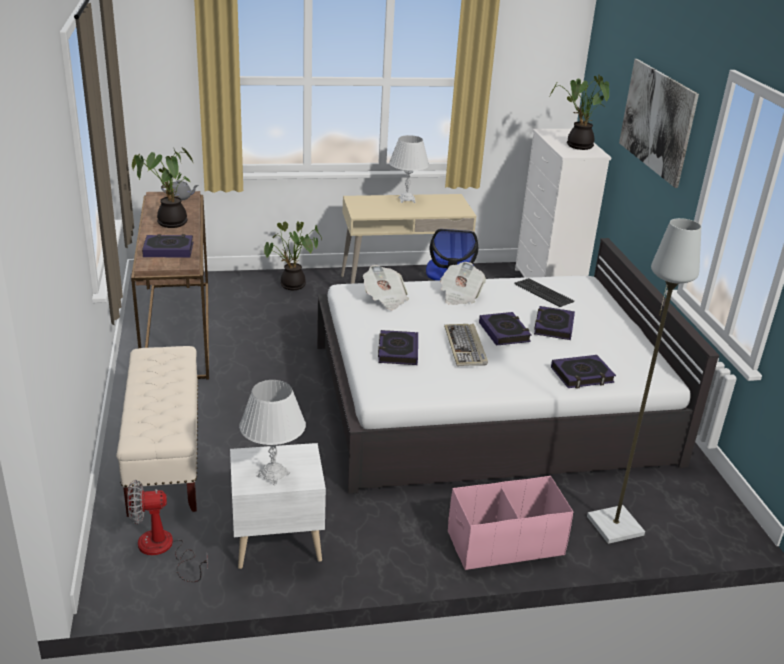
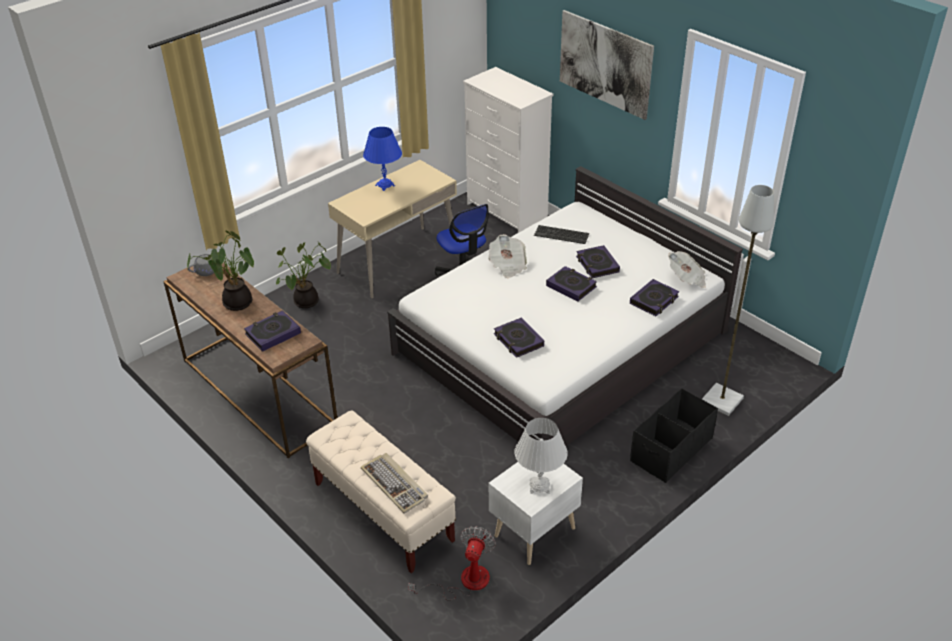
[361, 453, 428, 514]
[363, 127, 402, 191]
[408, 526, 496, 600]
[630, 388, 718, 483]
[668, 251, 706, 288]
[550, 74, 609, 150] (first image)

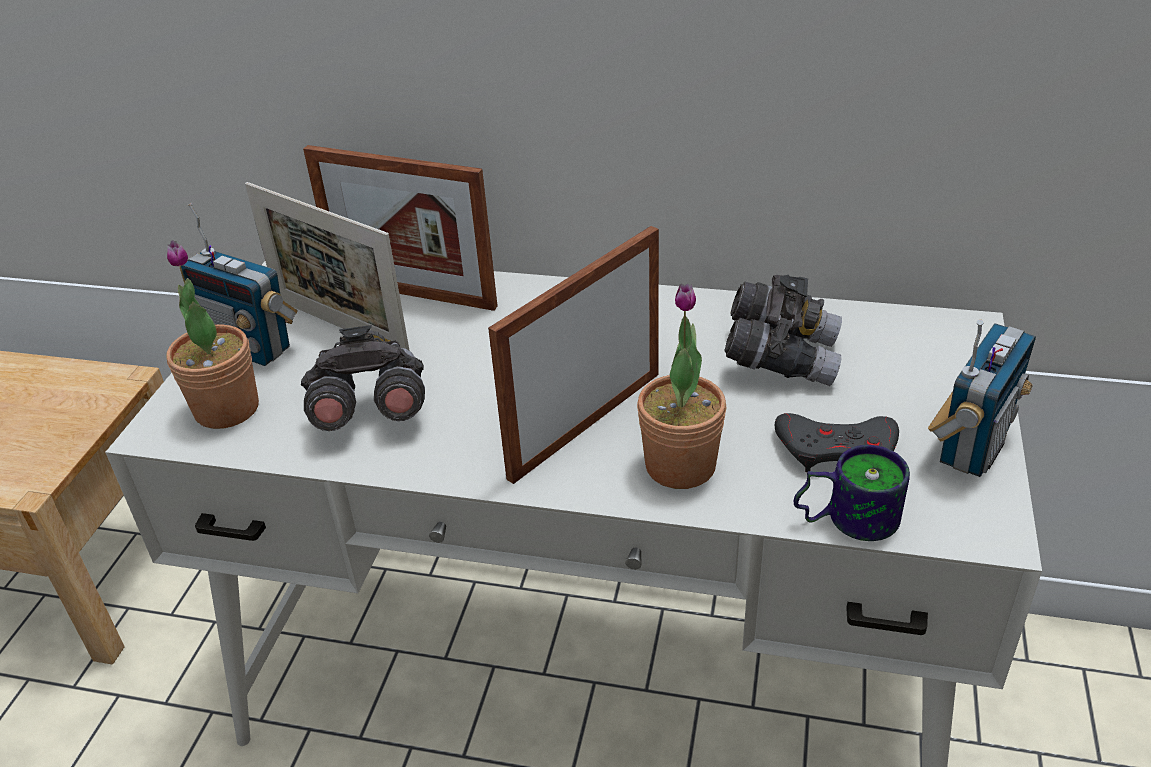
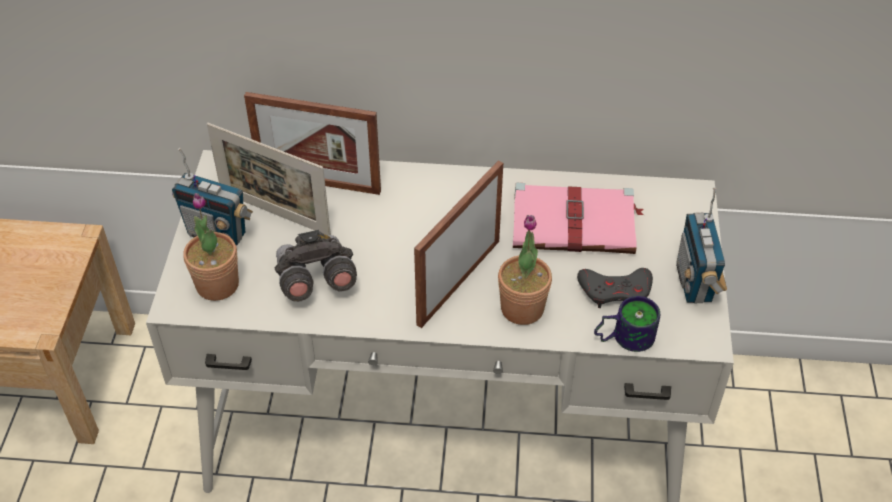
[513, 183, 644, 254]
[676, 187, 727, 303]

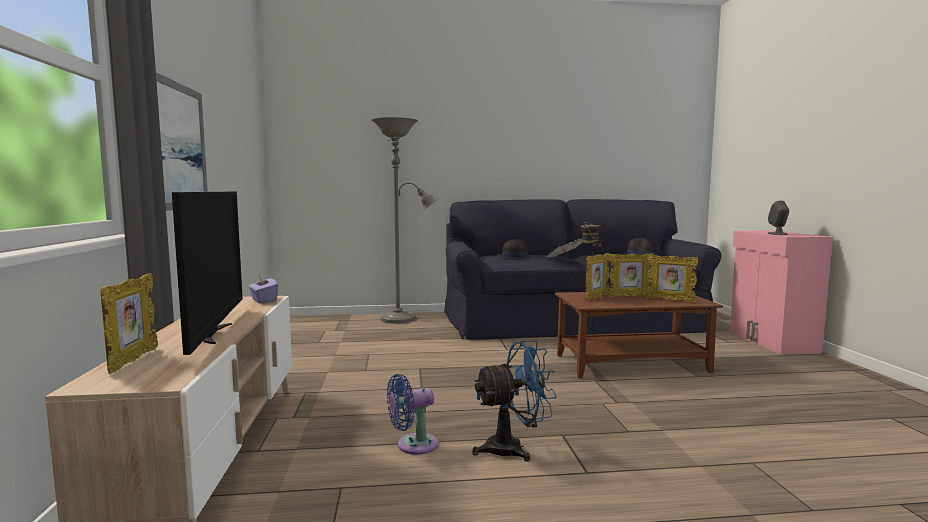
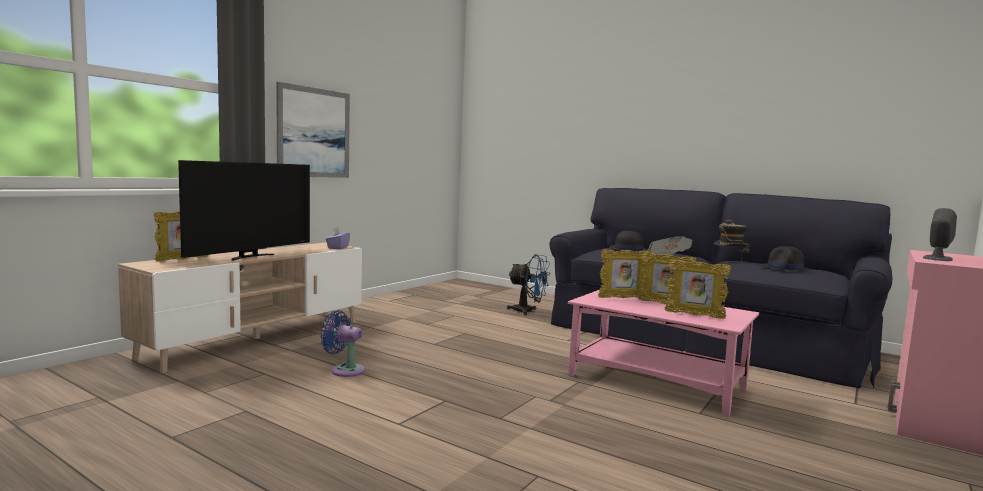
[507, 254, 550, 315]
[568, 290, 759, 417]
[665, 259, 731, 319]
[372, 117, 438, 324] (first image)

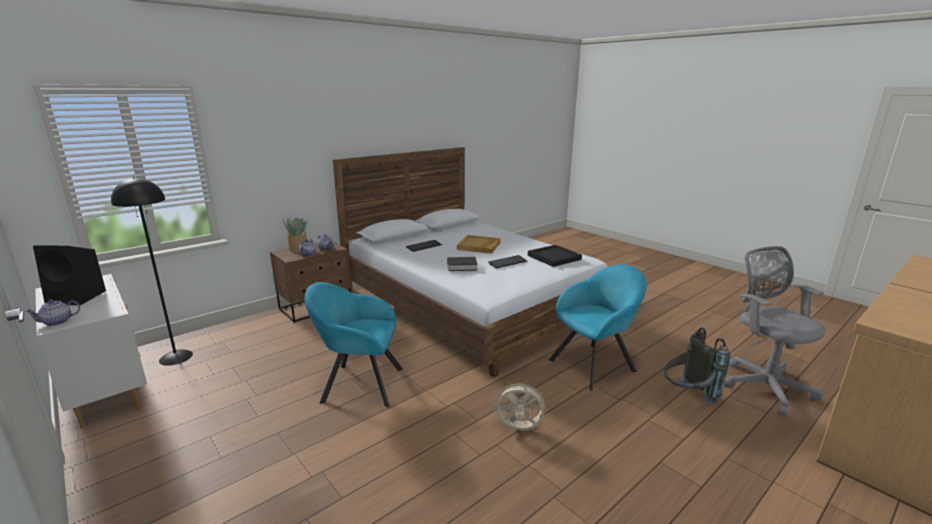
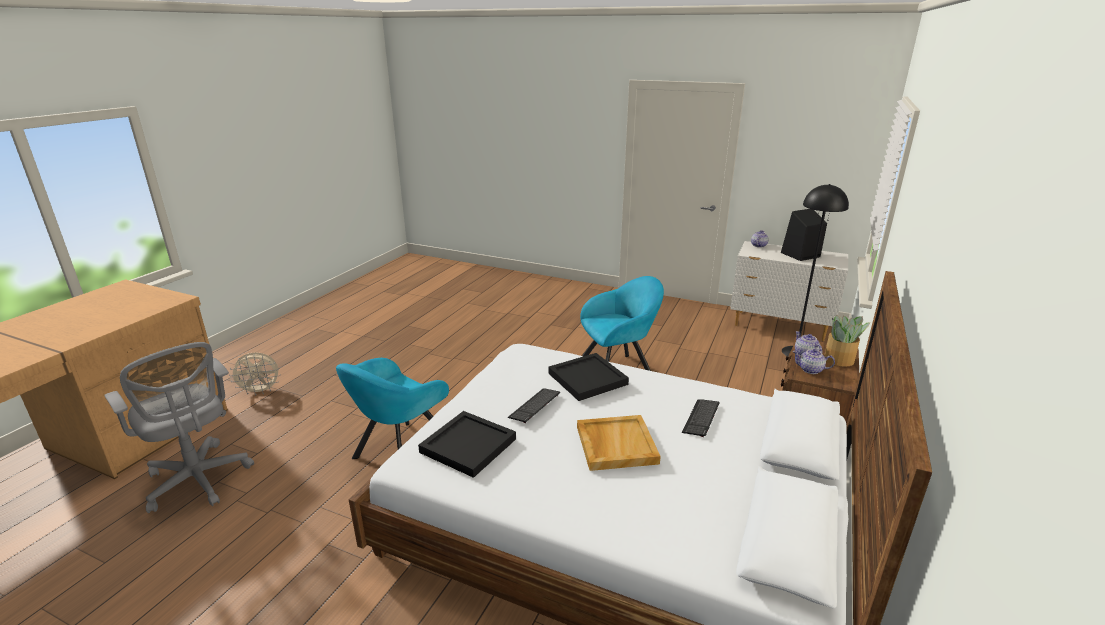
[229, 352, 281, 395]
[548, 353, 629, 401]
[664, 327, 730, 404] (first image)

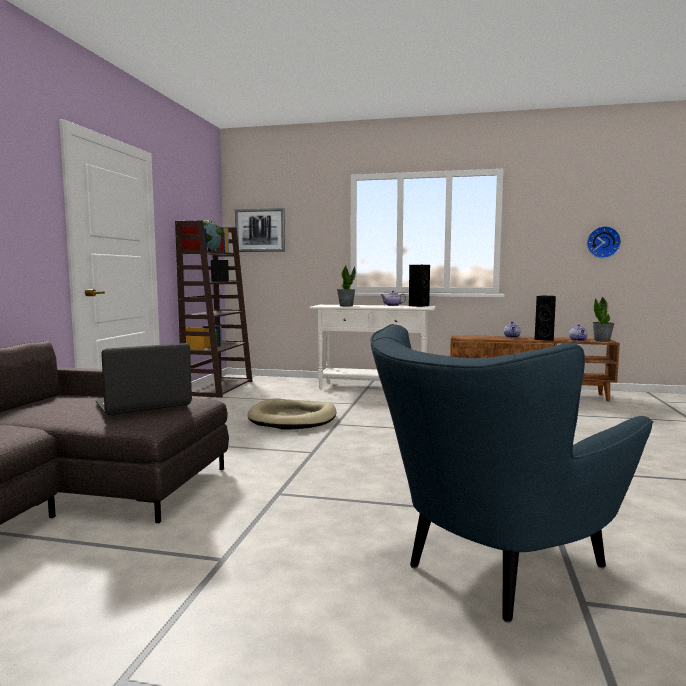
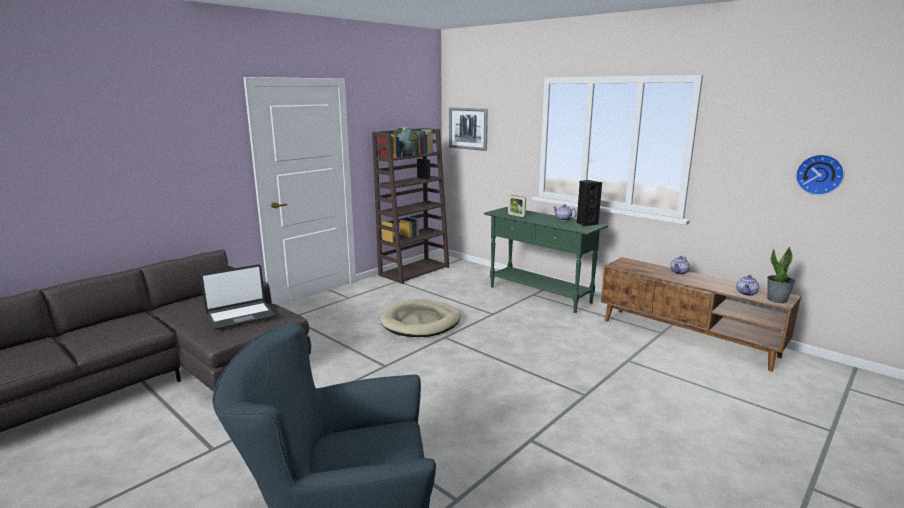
[201, 264, 275, 330]
[484, 207, 608, 313]
[508, 195, 526, 217]
[534, 296, 556, 341] (first image)

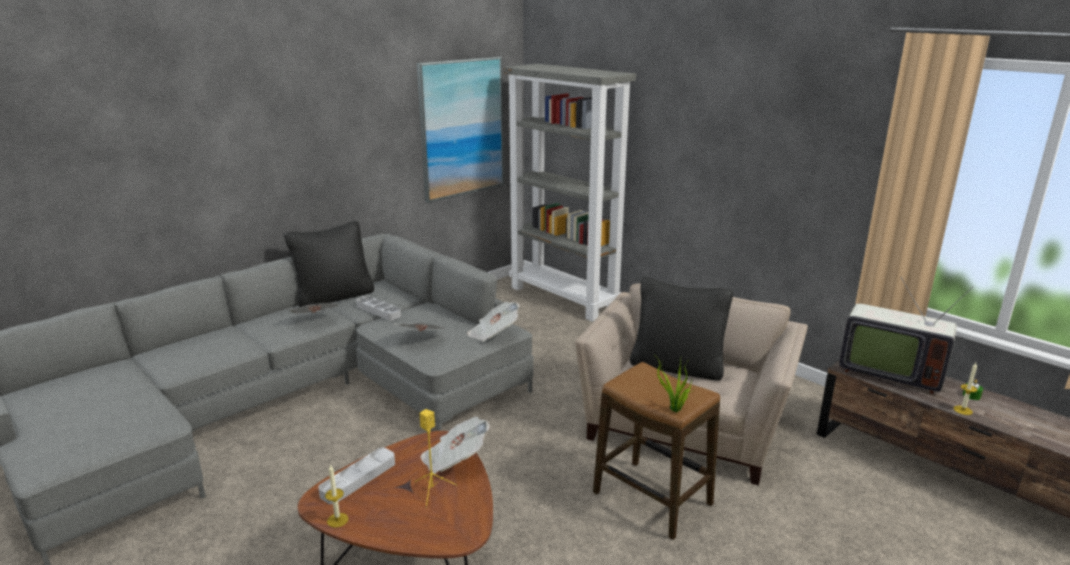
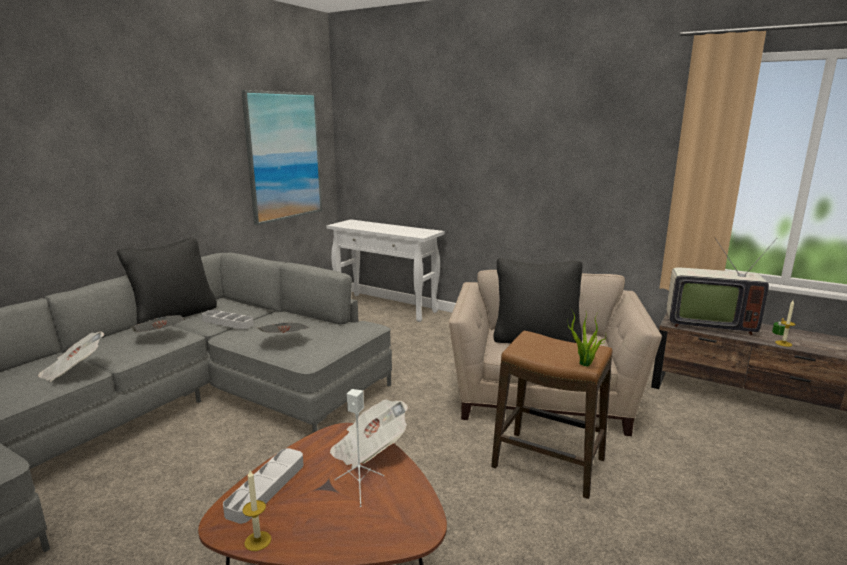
[38, 332, 104, 382]
[326, 219, 445, 322]
[335, 389, 384, 507]

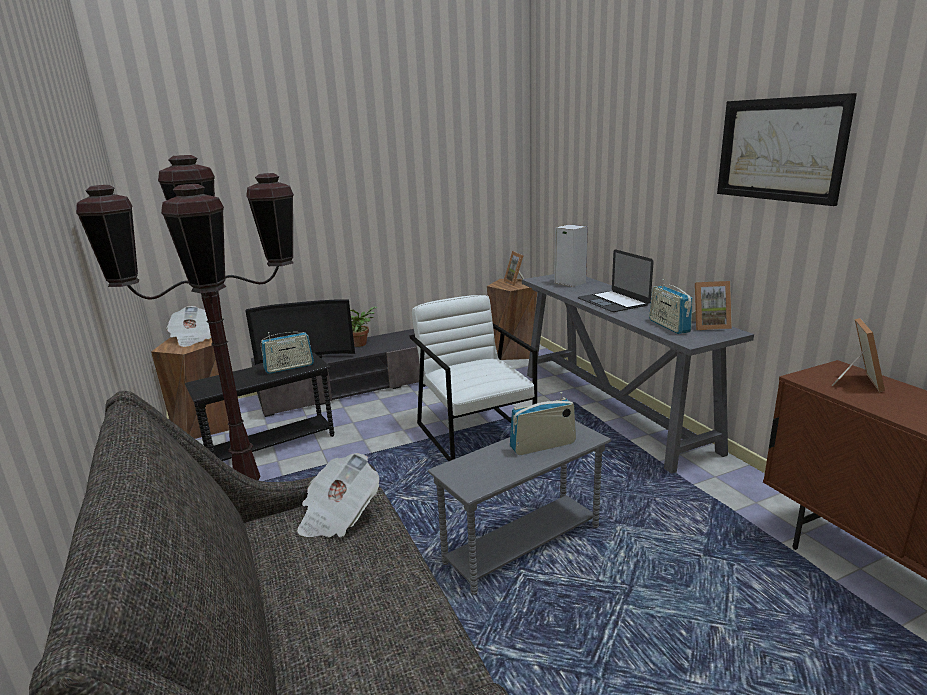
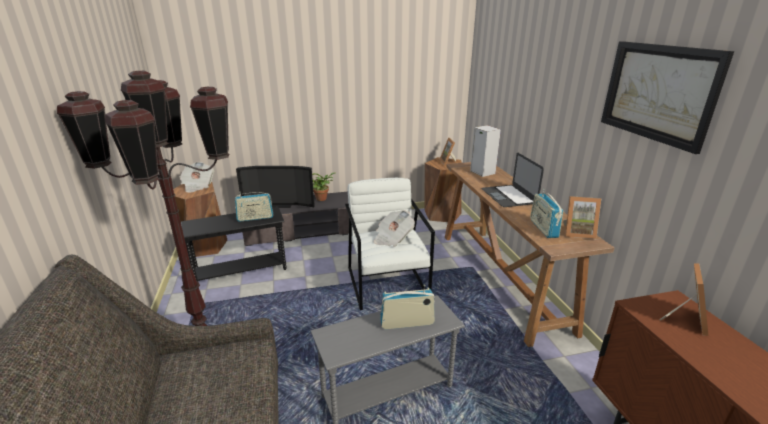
[374, 210, 415, 247]
[445, 162, 615, 347]

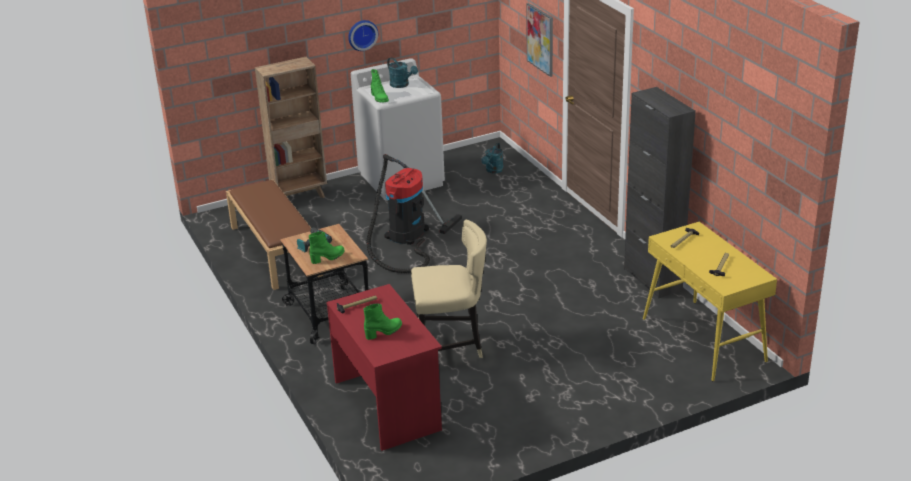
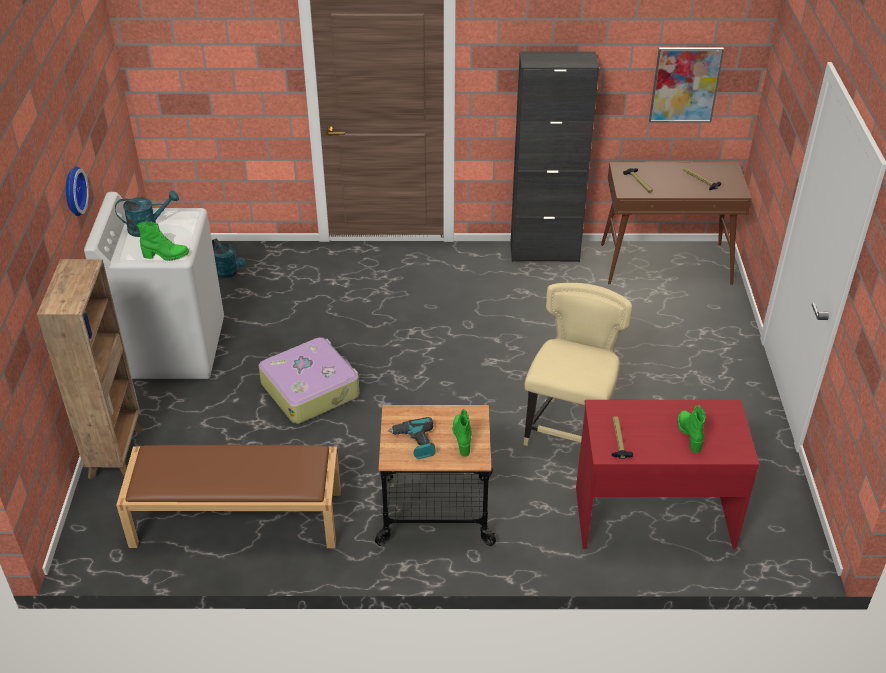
[259, 337, 359, 424]
[601, 162, 752, 285]
[649, 48, 724, 122]

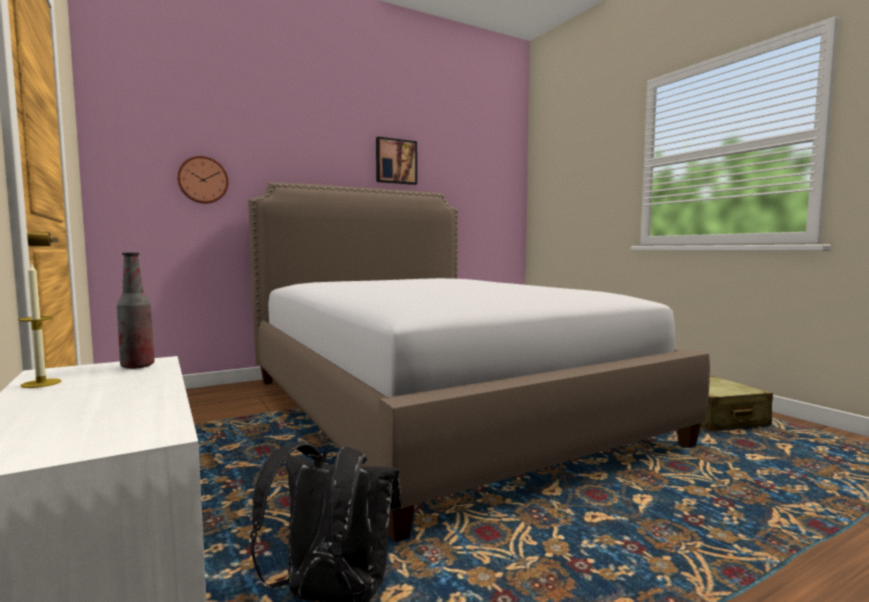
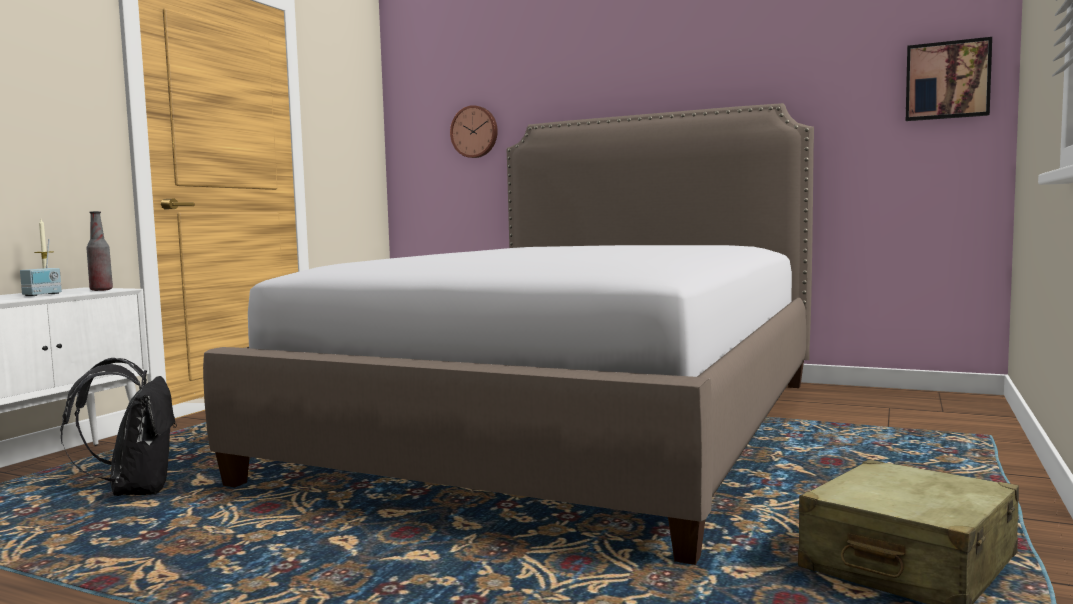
[20, 239, 62, 296]
[906, 37, 992, 121]

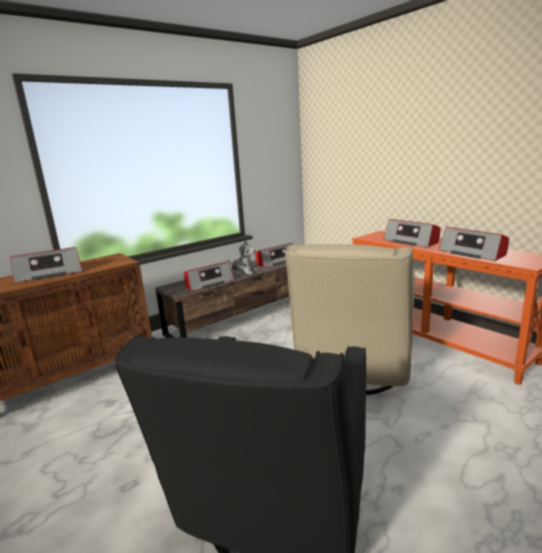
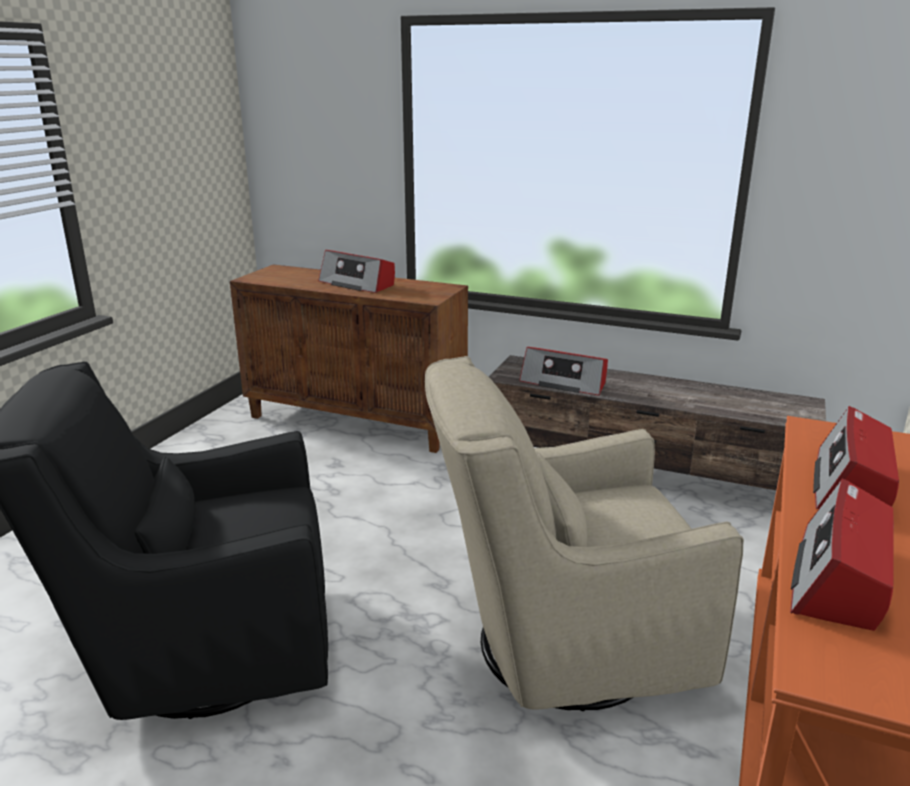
[228, 240, 257, 275] (first image)
[255, 243, 293, 268] (first image)

